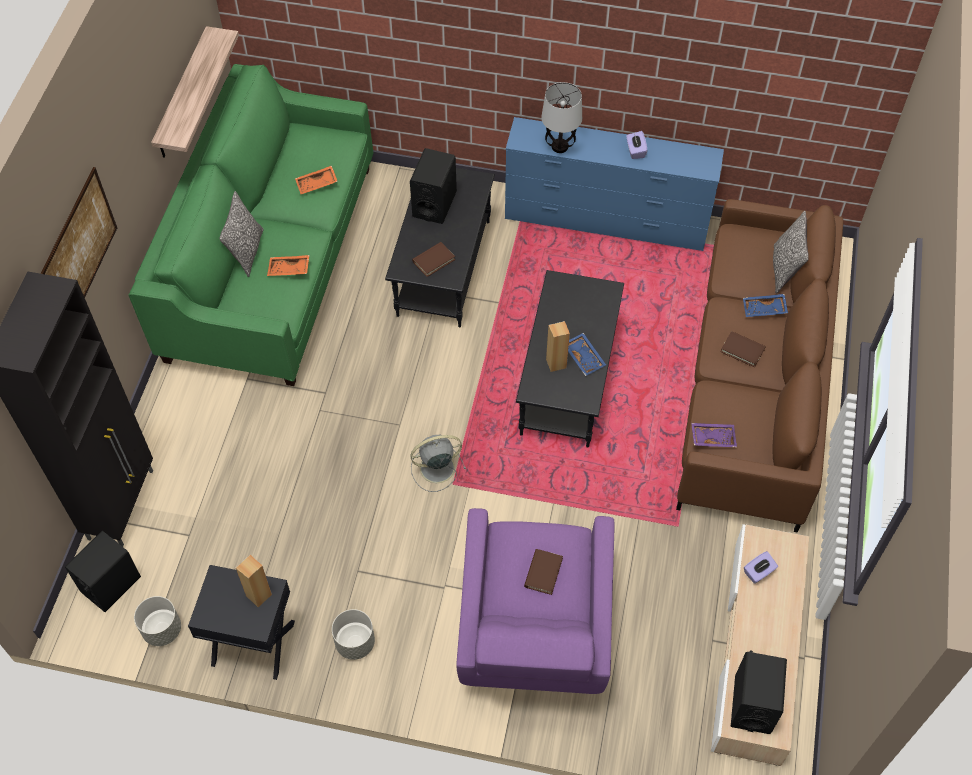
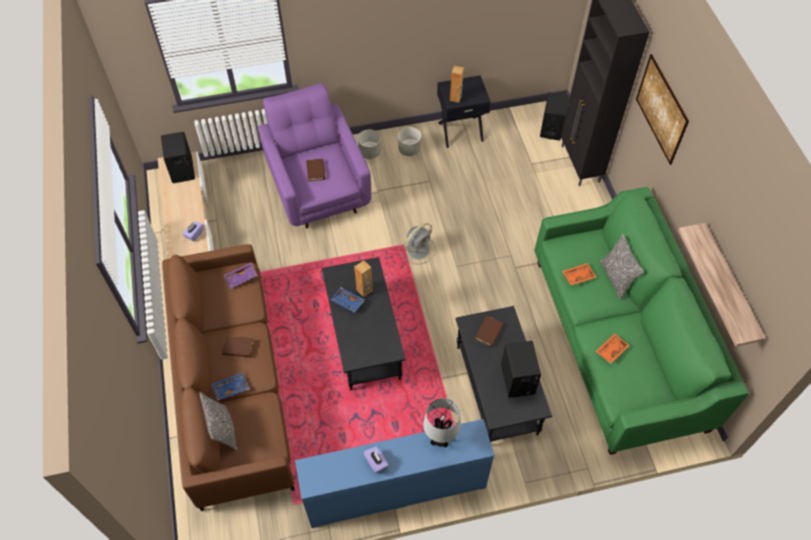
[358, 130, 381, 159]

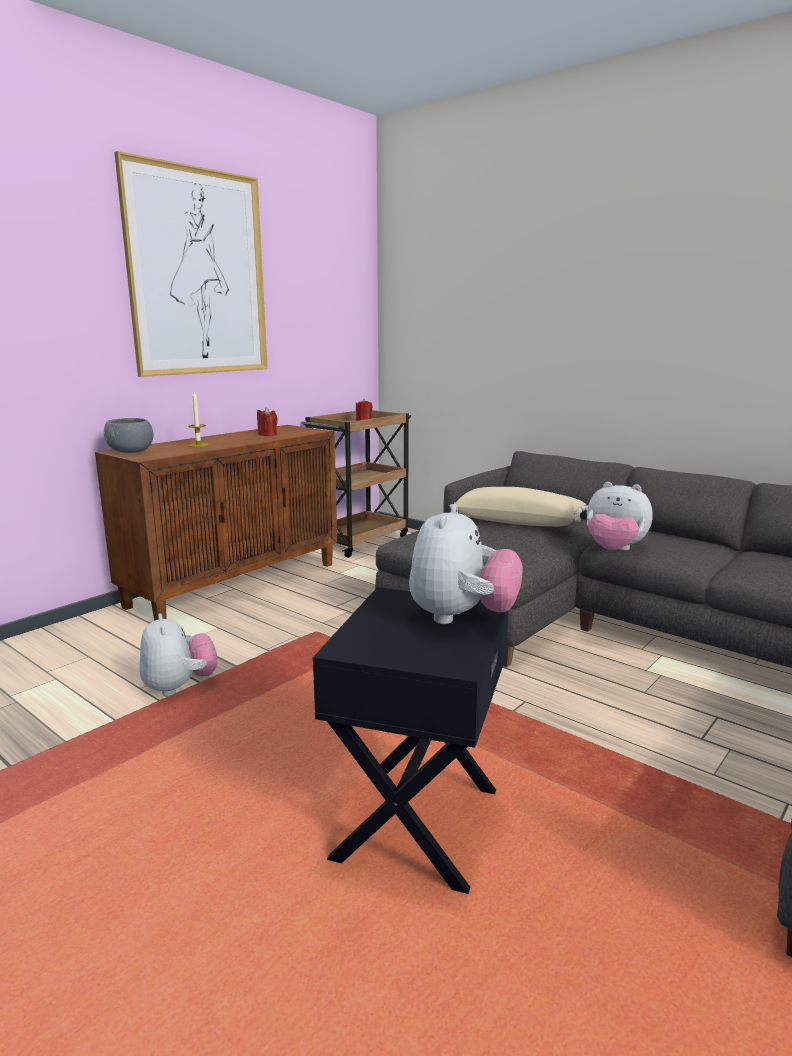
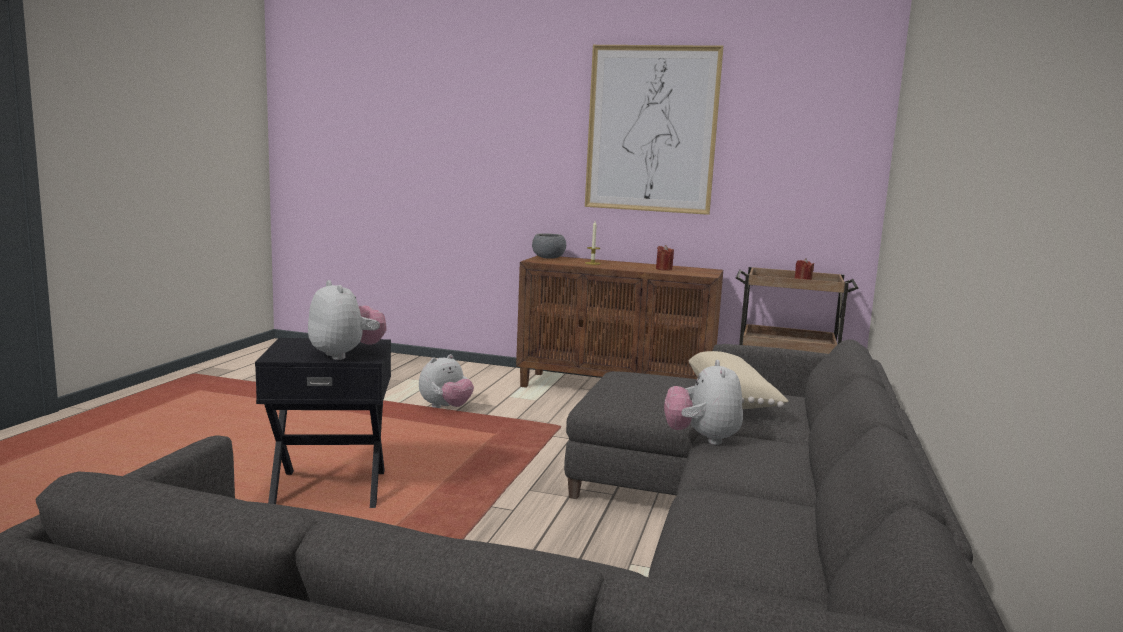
[308, 280, 386, 360]

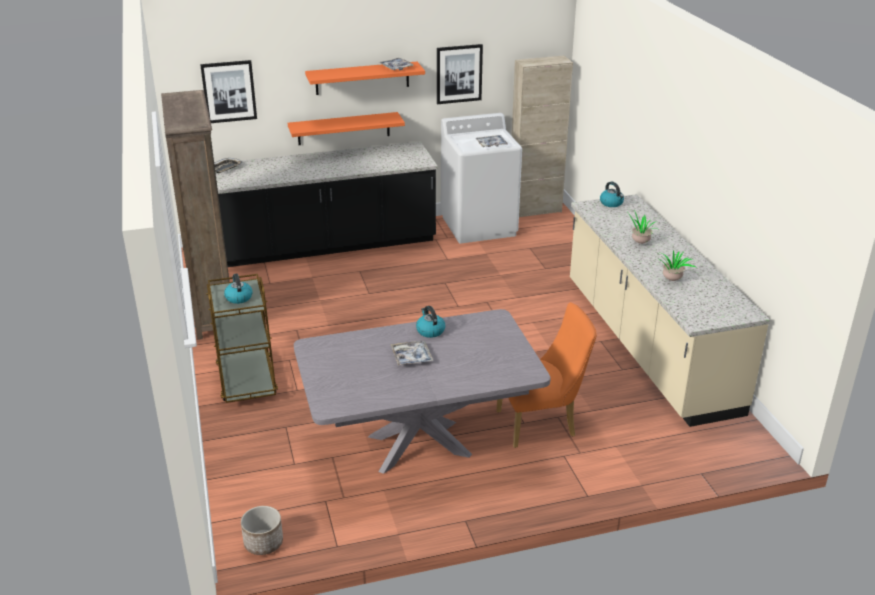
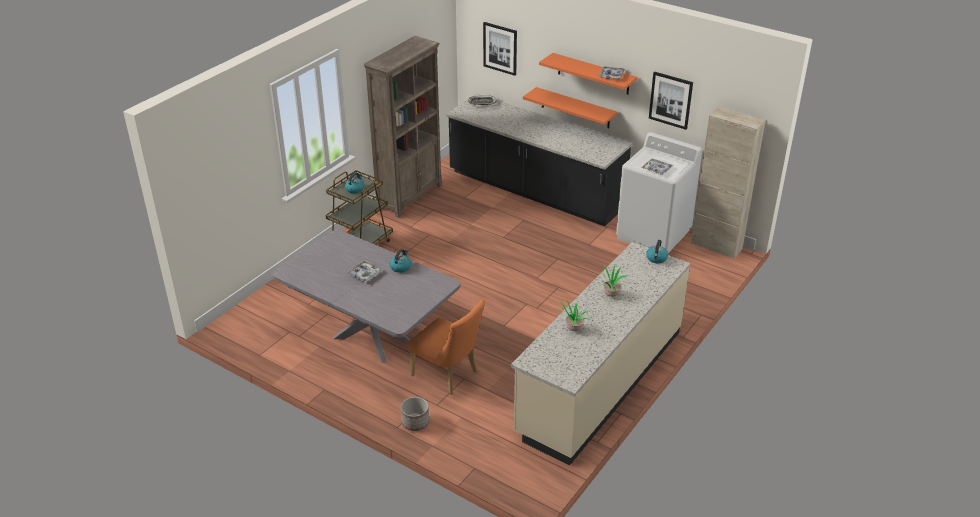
[401, 397, 429, 431]

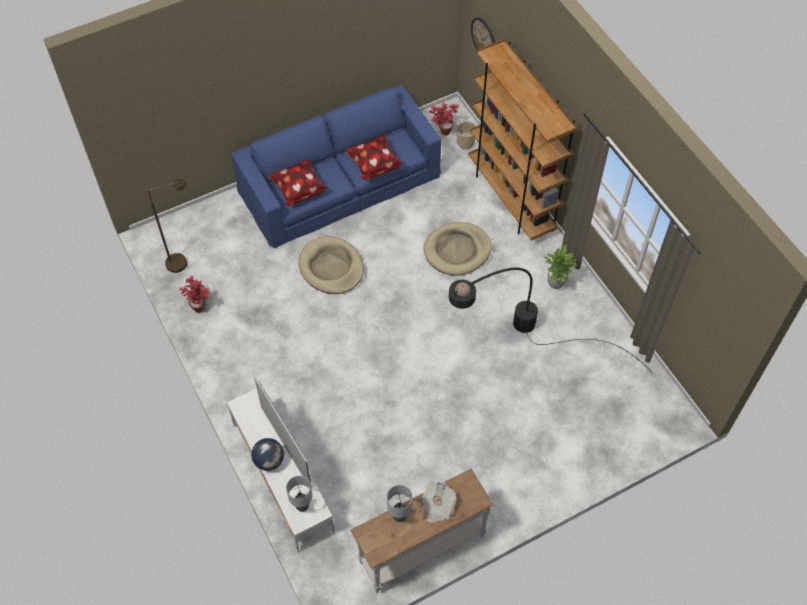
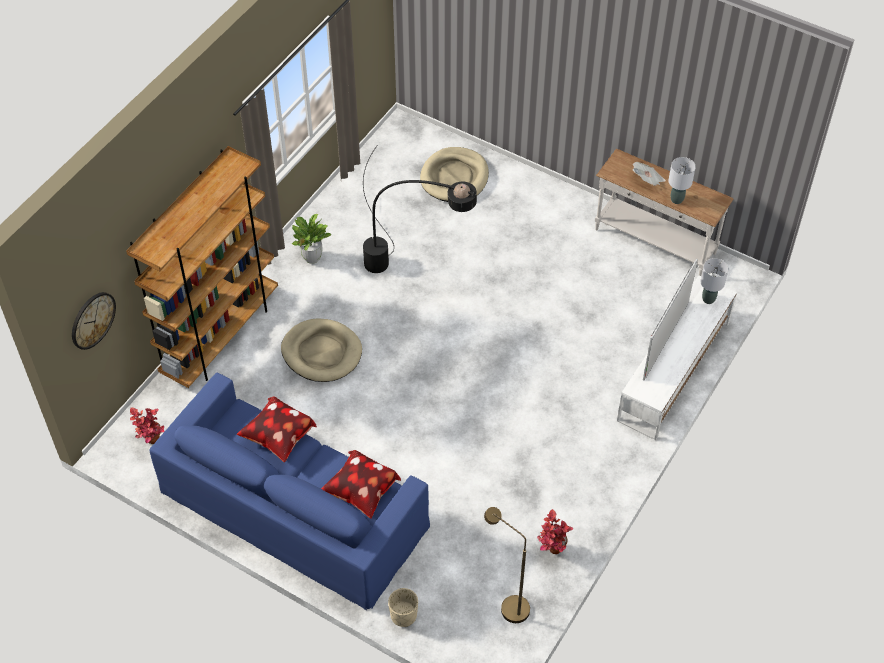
[388, 588, 418, 627]
[420, 147, 489, 202]
[251, 438, 284, 471] (first image)

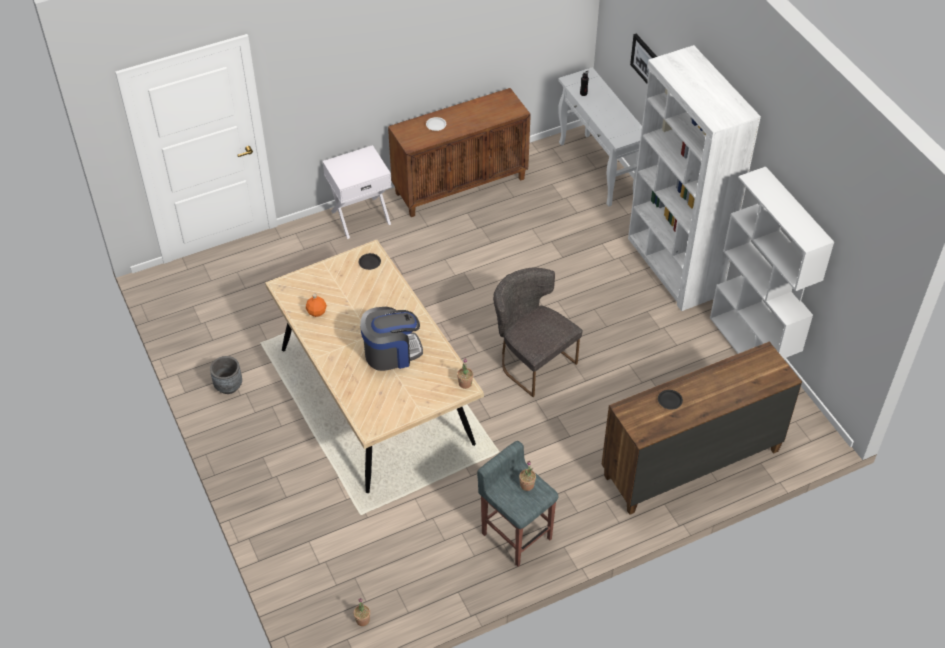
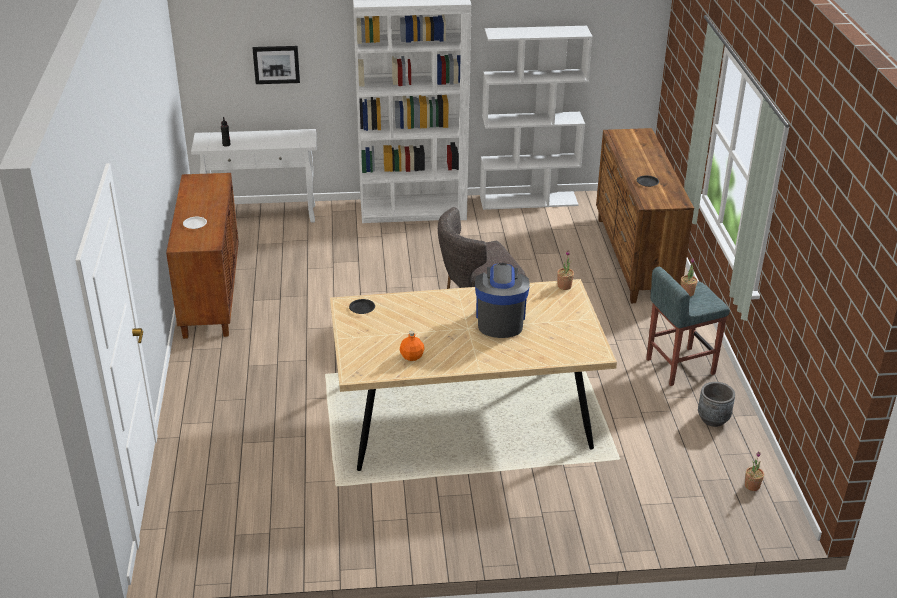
[698, 382, 735, 427]
[323, 145, 392, 239] (first image)

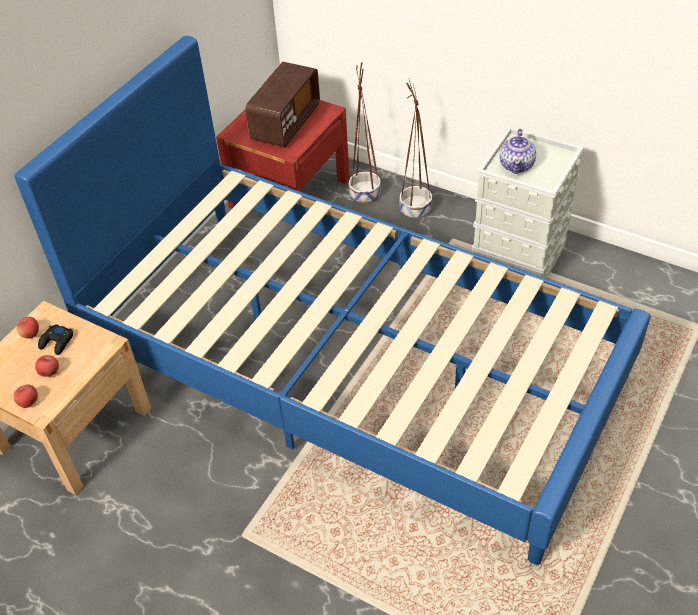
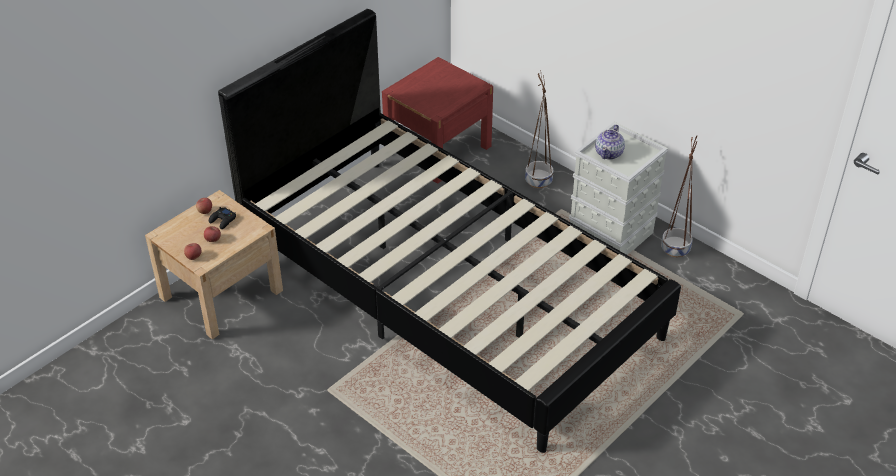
[218, 9, 681, 453]
[661, 135, 697, 257]
[245, 62, 320, 147] (first image)

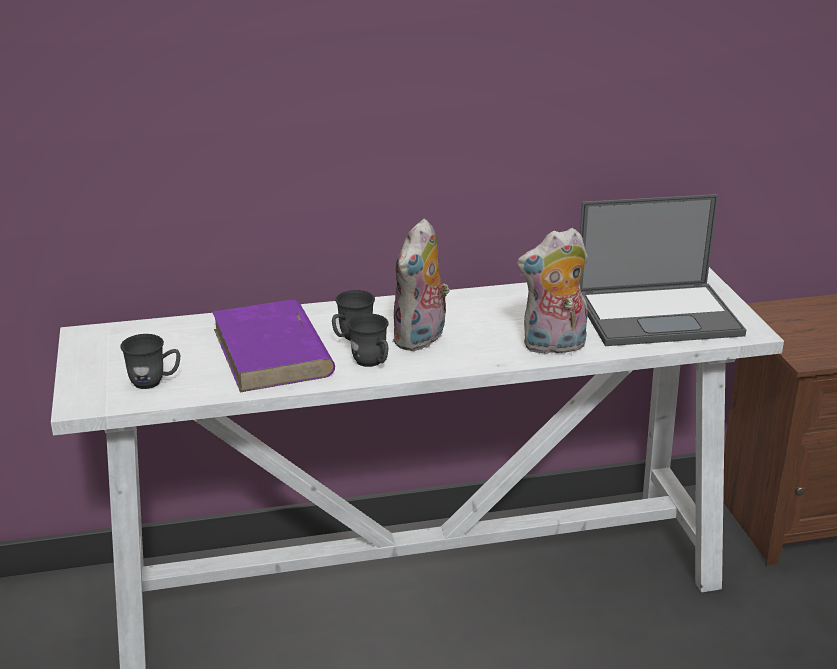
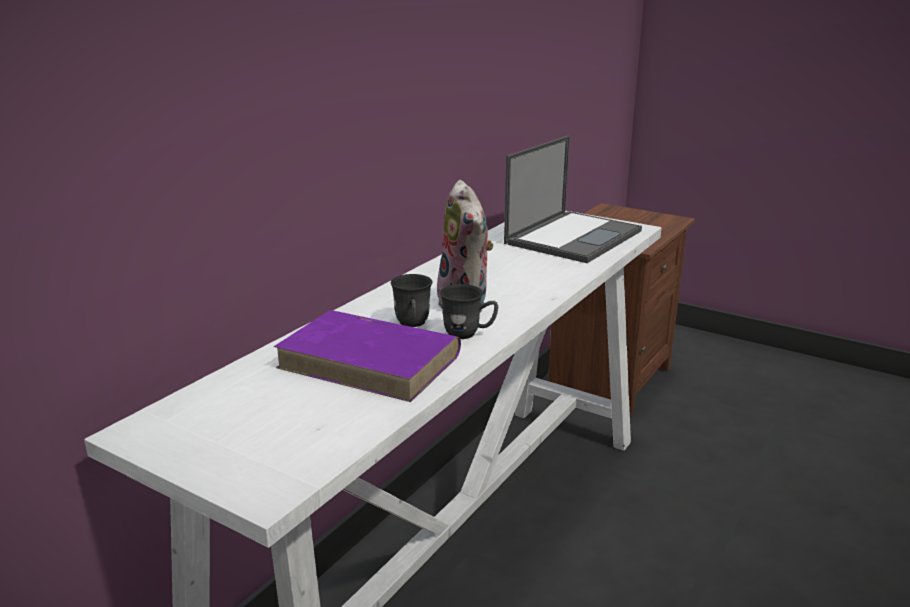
[120, 334, 180, 389] (first image)
[517, 228, 588, 355] (first image)

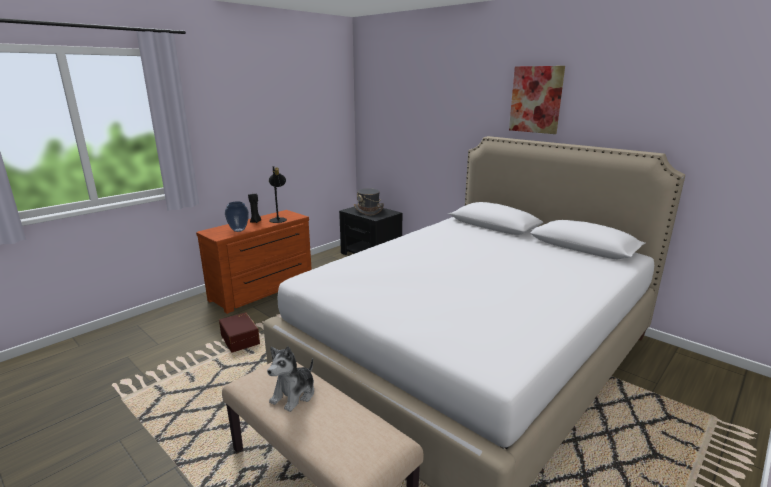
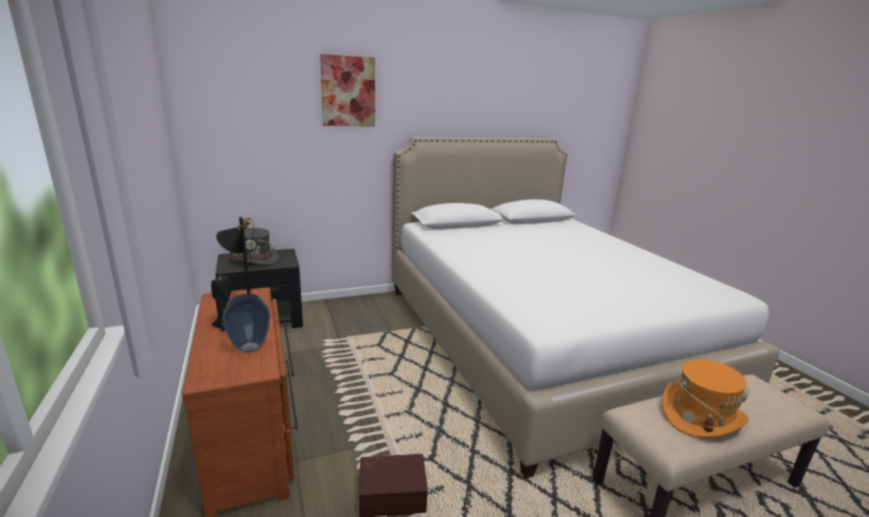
[320, 54, 375, 127]
[662, 359, 749, 438]

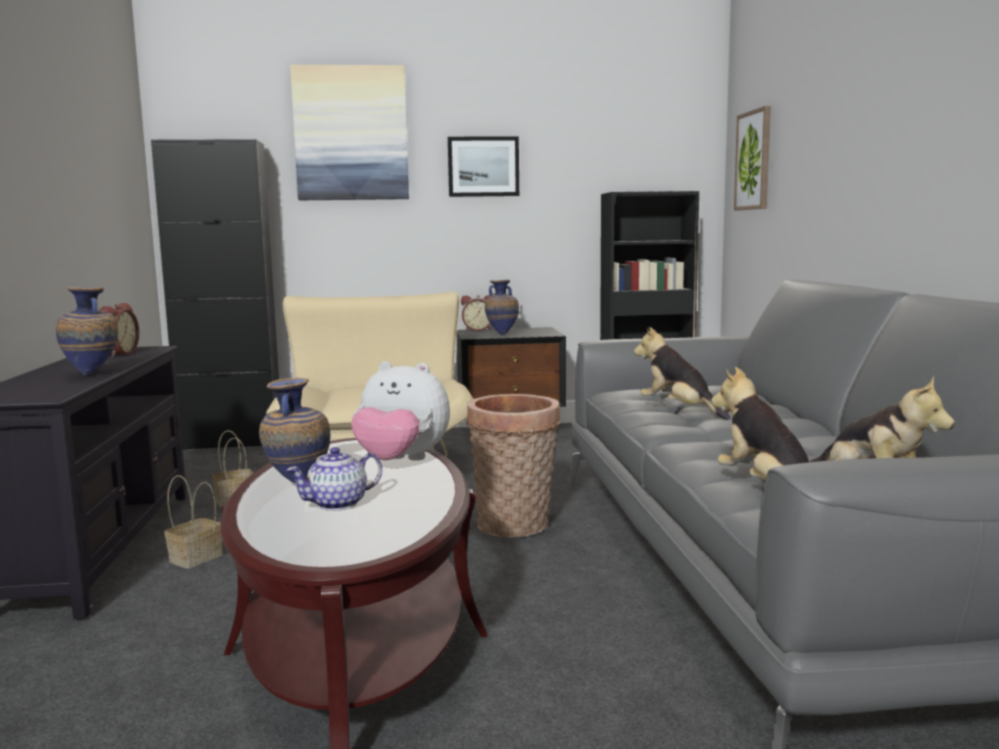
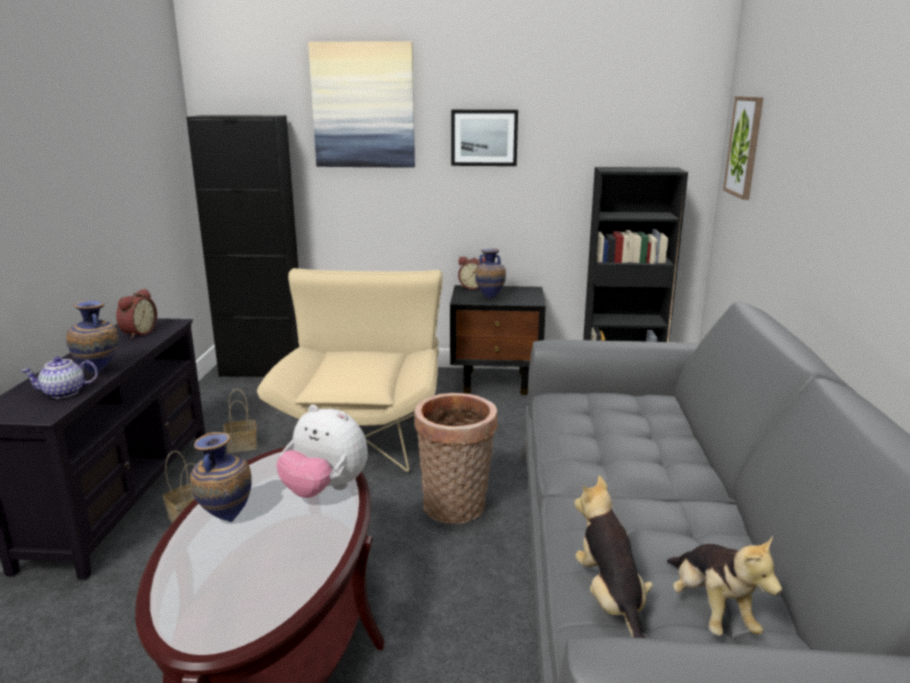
[21, 356, 98, 399]
[634, 327, 730, 420] (first image)

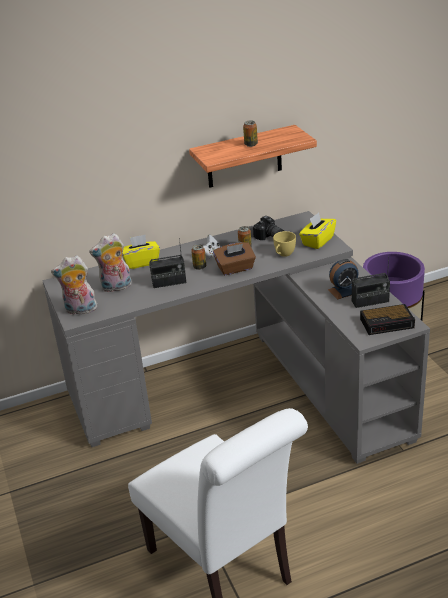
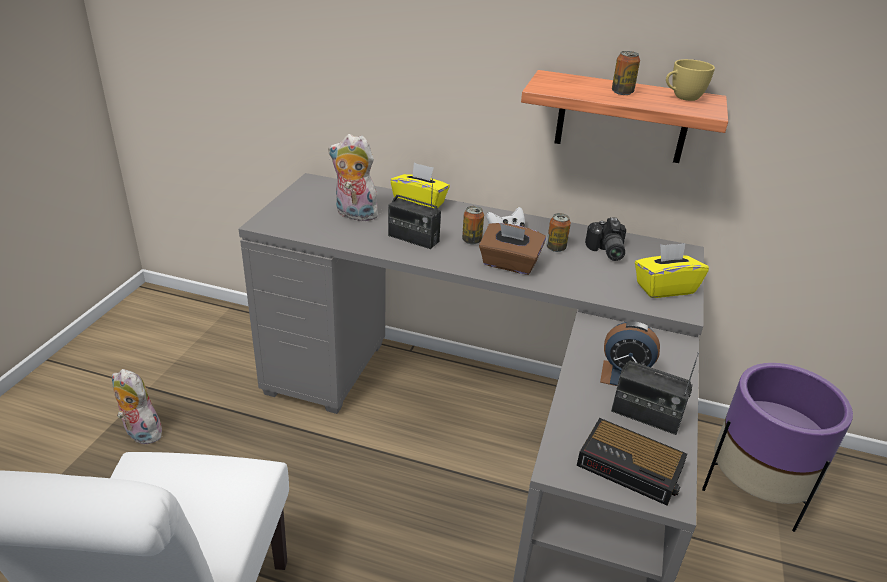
[112, 369, 163, 444]
[666, 59, 715, 101]

